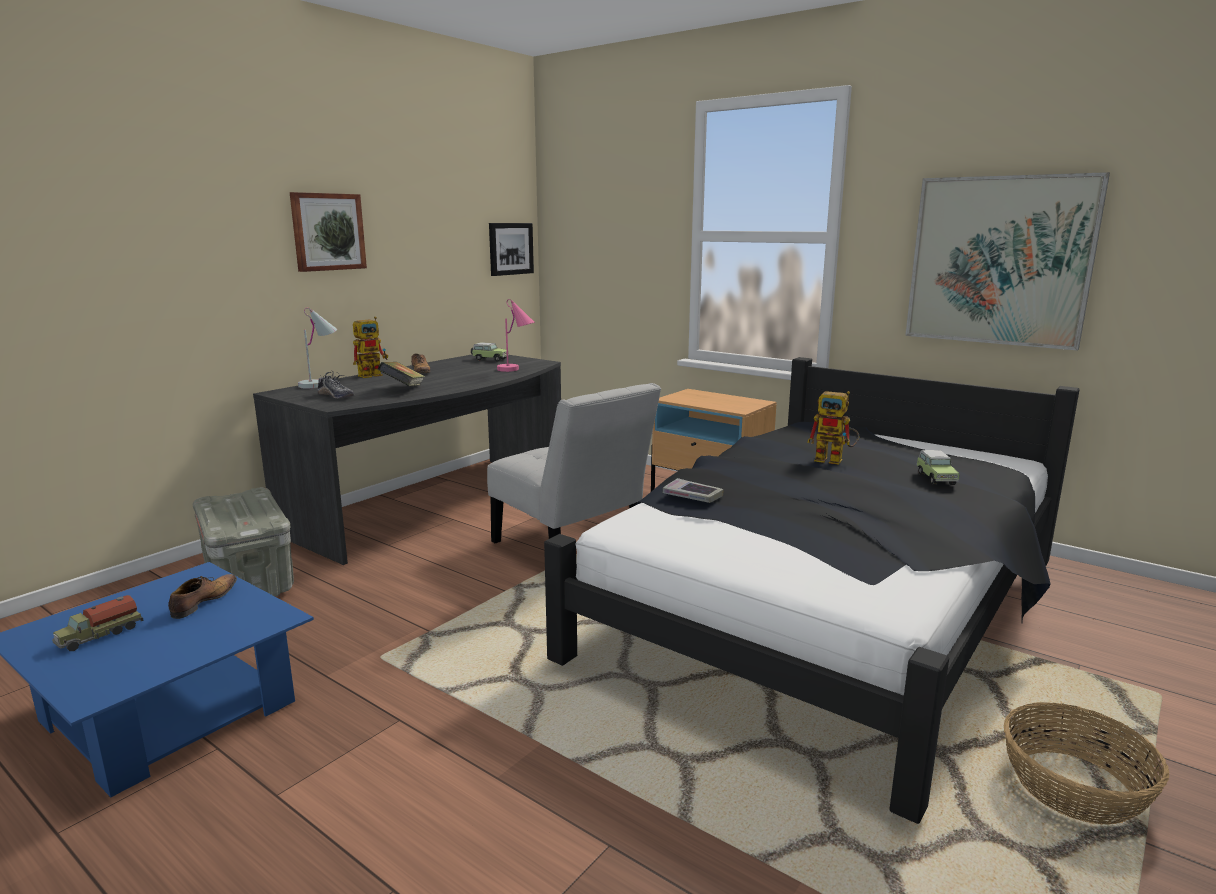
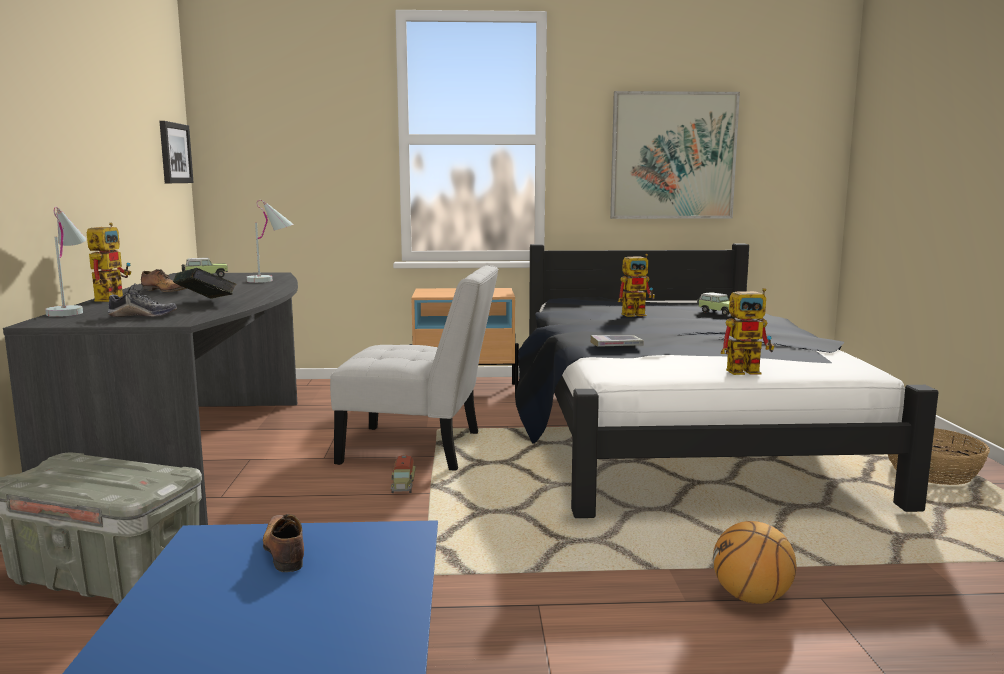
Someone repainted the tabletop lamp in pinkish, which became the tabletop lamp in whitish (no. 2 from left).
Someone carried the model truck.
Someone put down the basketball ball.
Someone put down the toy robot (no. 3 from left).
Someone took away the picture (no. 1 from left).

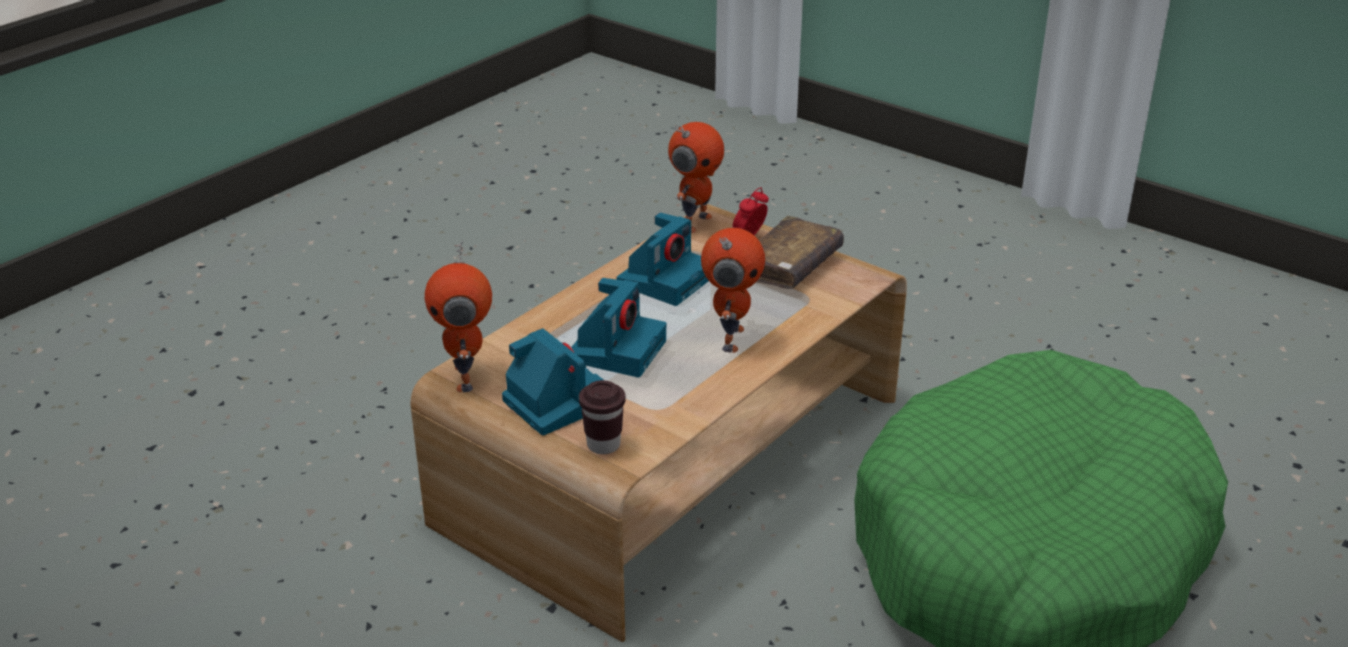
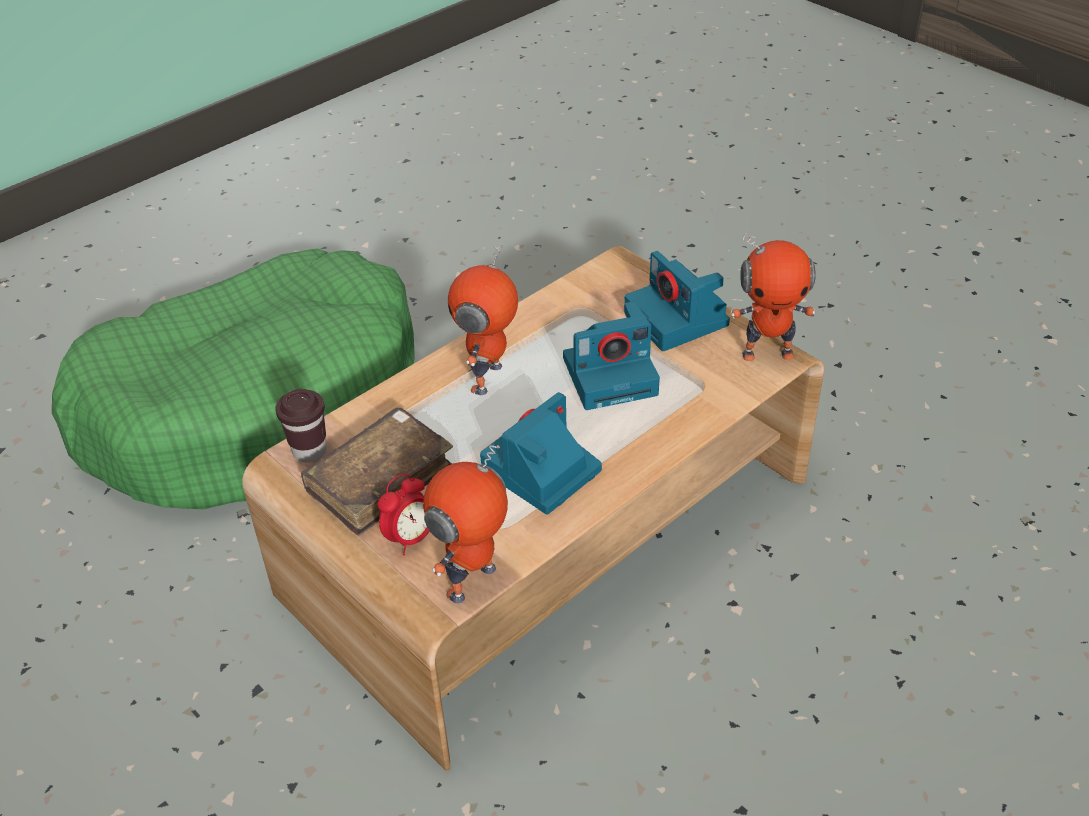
Someone carried the small cup in brownish.
Someone rotated the still camera (no. 2 from left) by 135 degrees counterclockwise.
Someone rotated the toy robot (no. 1 from left in the first image) by 90 degrees clockwise.

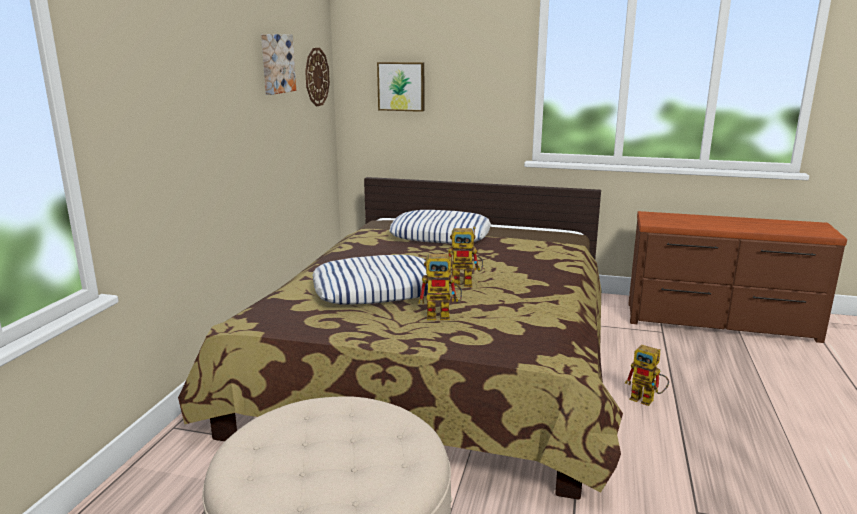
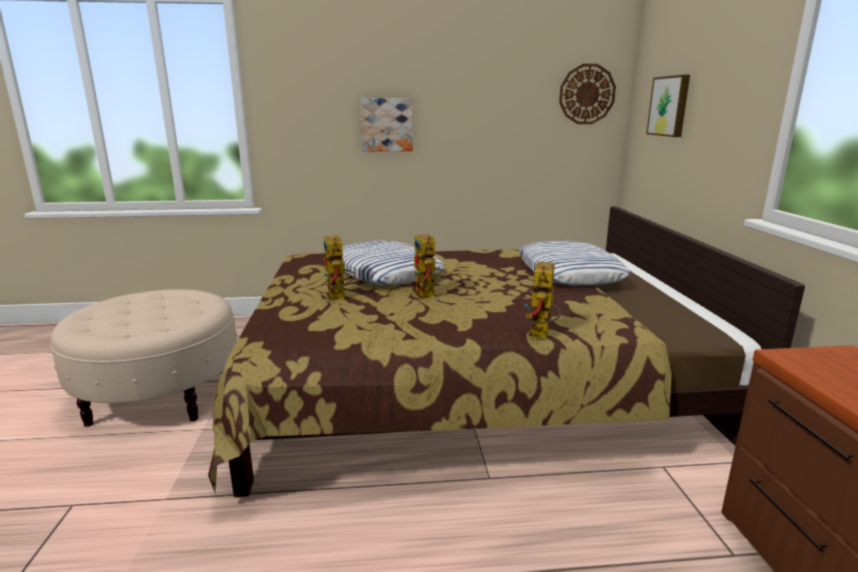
Someone carried the picture (no. 1 from left).
Someone carried the toy robot (no. 3 from left).

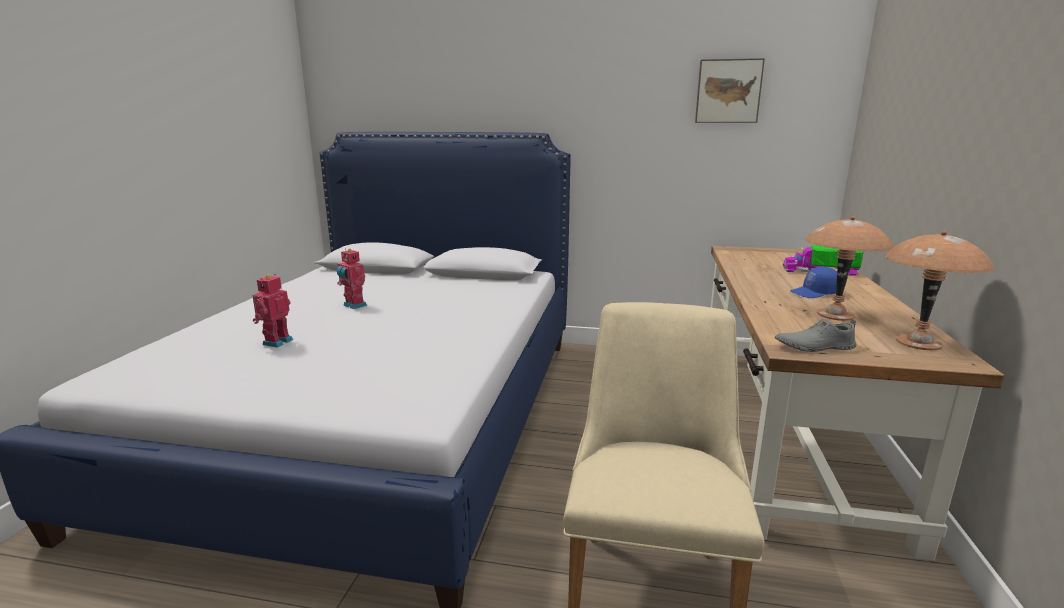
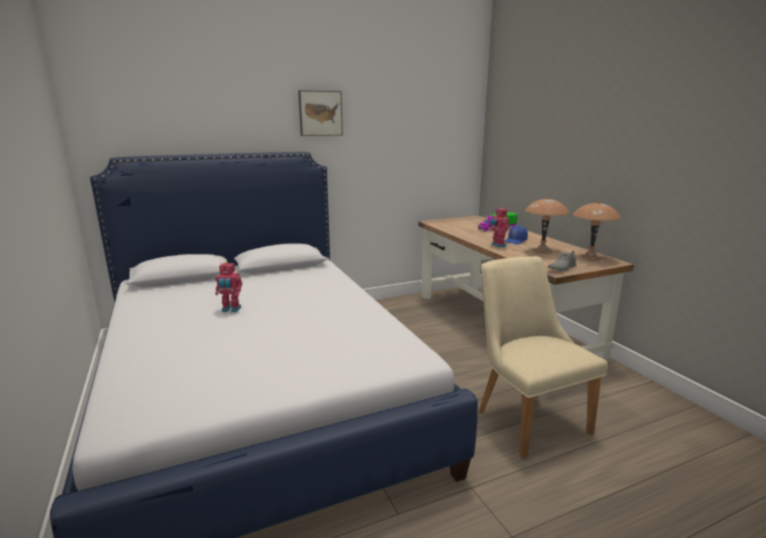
Someone carried the picture.
Someone carried the toy robot (no. 1 from left in the first image).

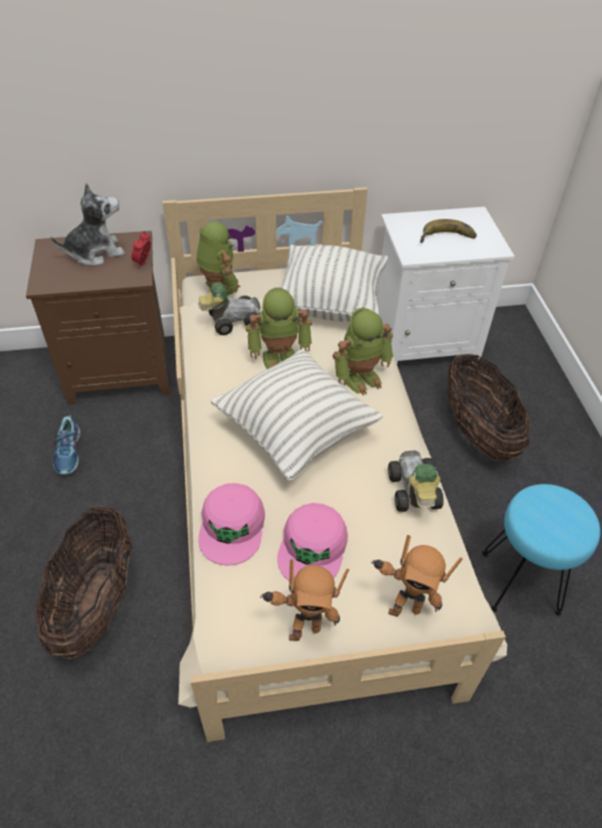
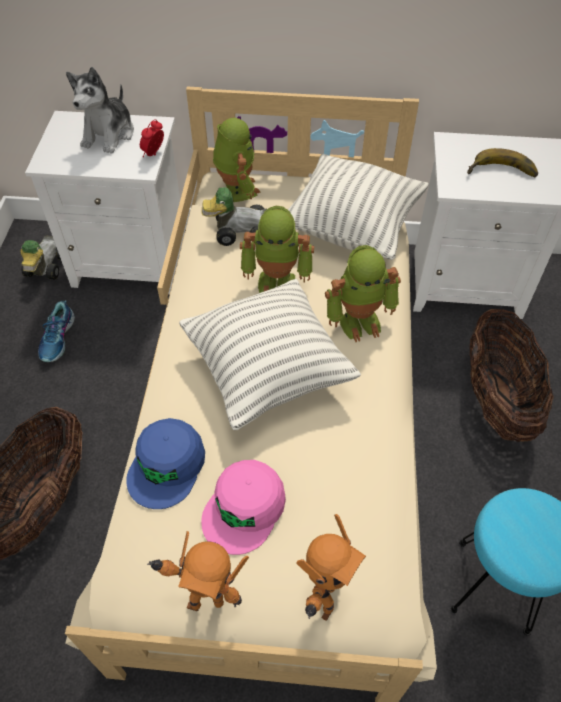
Someone carried the miniature car (no. 2 from left in the first image).
Someone repainted the nightstand in brownish, which became the nightstand in whitish (no. 1 from left).
Someone rotated the plush toy by 120 degrees clockwise.
Someone repainted the baseball cap in pinkish (no. 1 from left), which became the baseball cap in blue.
Someone rotated the toy robot (no. 5 from left in the first image) by 90 degrees counterclockwise.

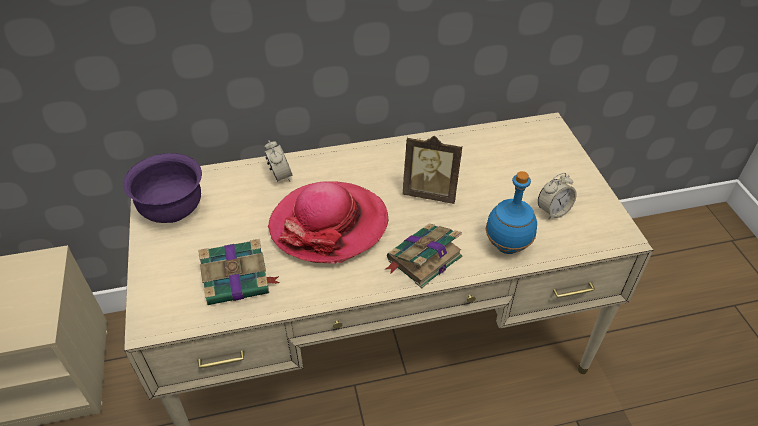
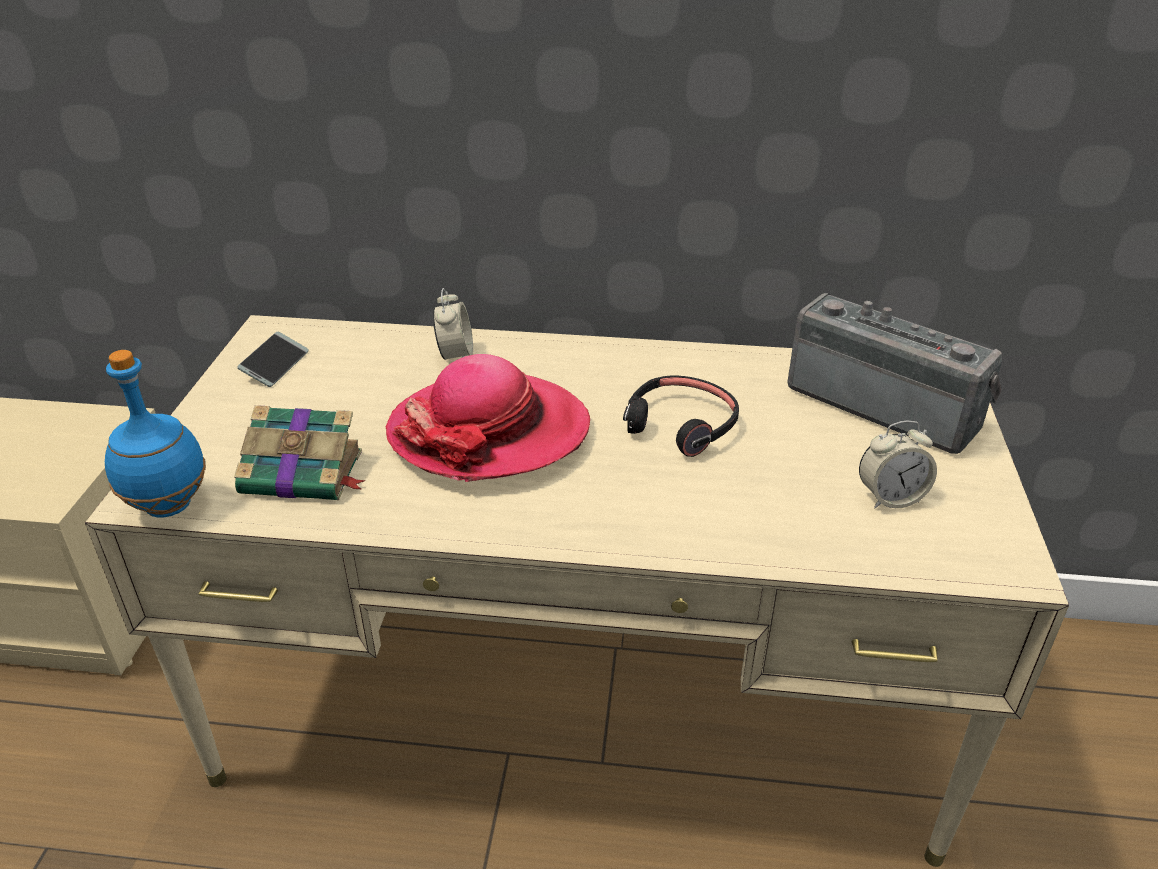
Someone carried the bottle in blue.
Someone swapped the bowl in purple for the telephone.
Someone swapped the photo frame for the headset in blackish.
Someone put down the radio receiver.
Someone took away the bound book (no. 2 from left).

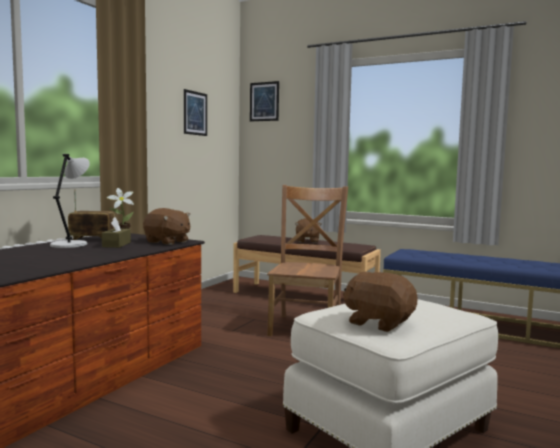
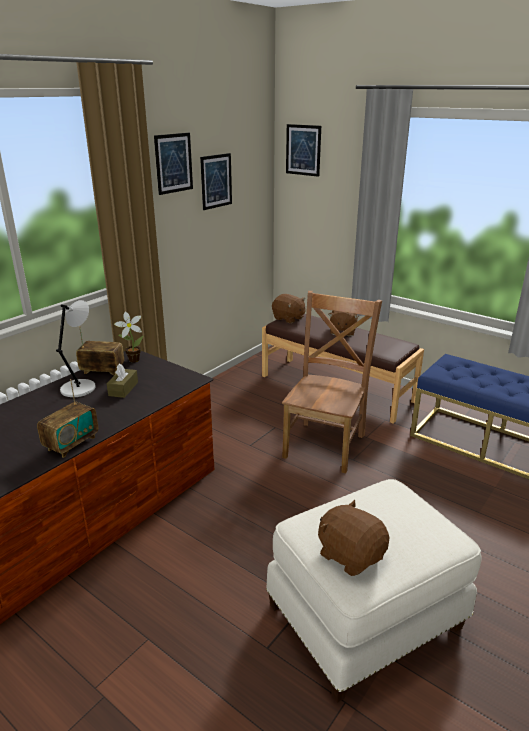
Someone put down the radio receiver (no. 1 from left).
Someone put up the picture (no. 1 from left).
Someone carried the plush toy in brownish (no. 1 from left).

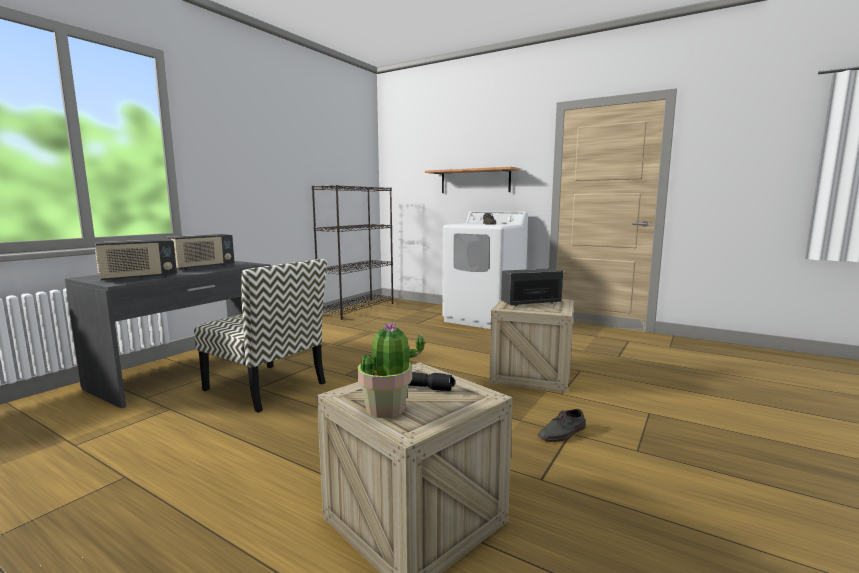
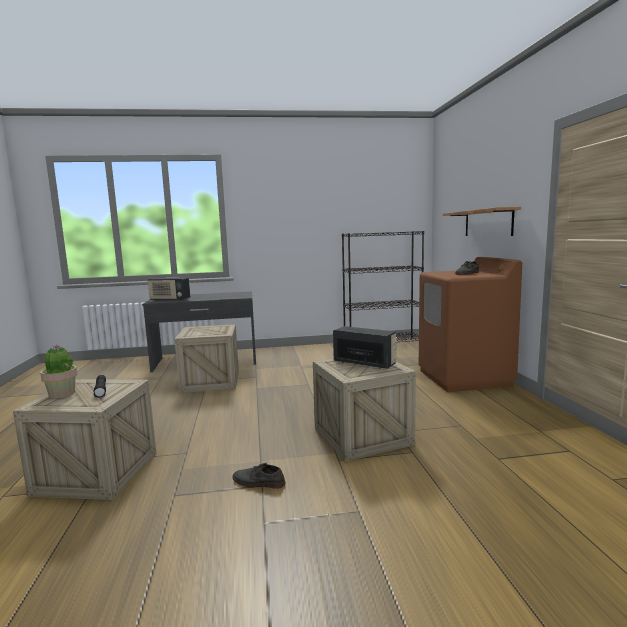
Someone swapped the chair for the crate (no. 2 from left).
Someone repainted the laundry appliance in whitish, which became the laundry appliance in brownish.
Someone took away the radio receiver (no. 2 from left).

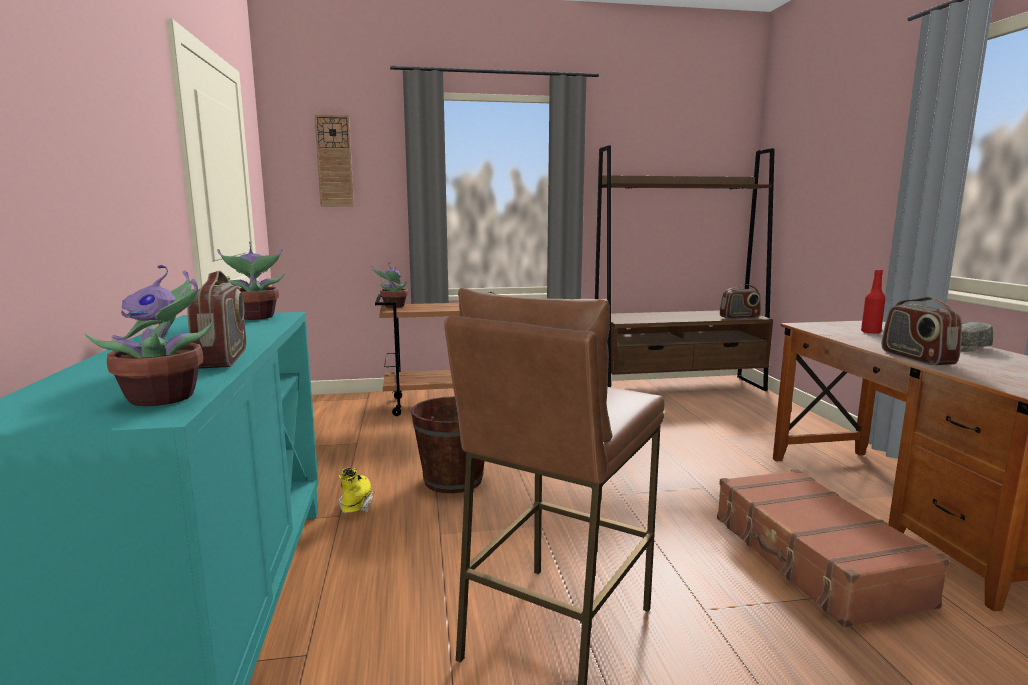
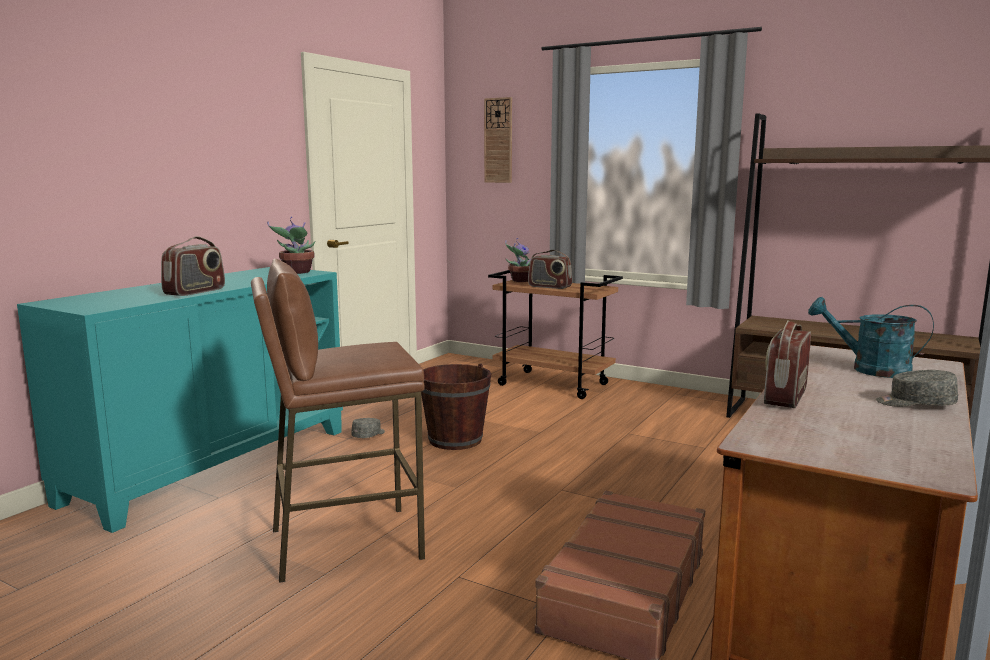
Someone swapped the boot in yellowish for the baseball cap in gray (no. 1 from left).
Someone carried the radio receiver (no. 2 from left).
Someone swapped the bottle in red-coloured for the watering can in blue-green.
Someone took away the plant in a pot (no. 1 from left).

